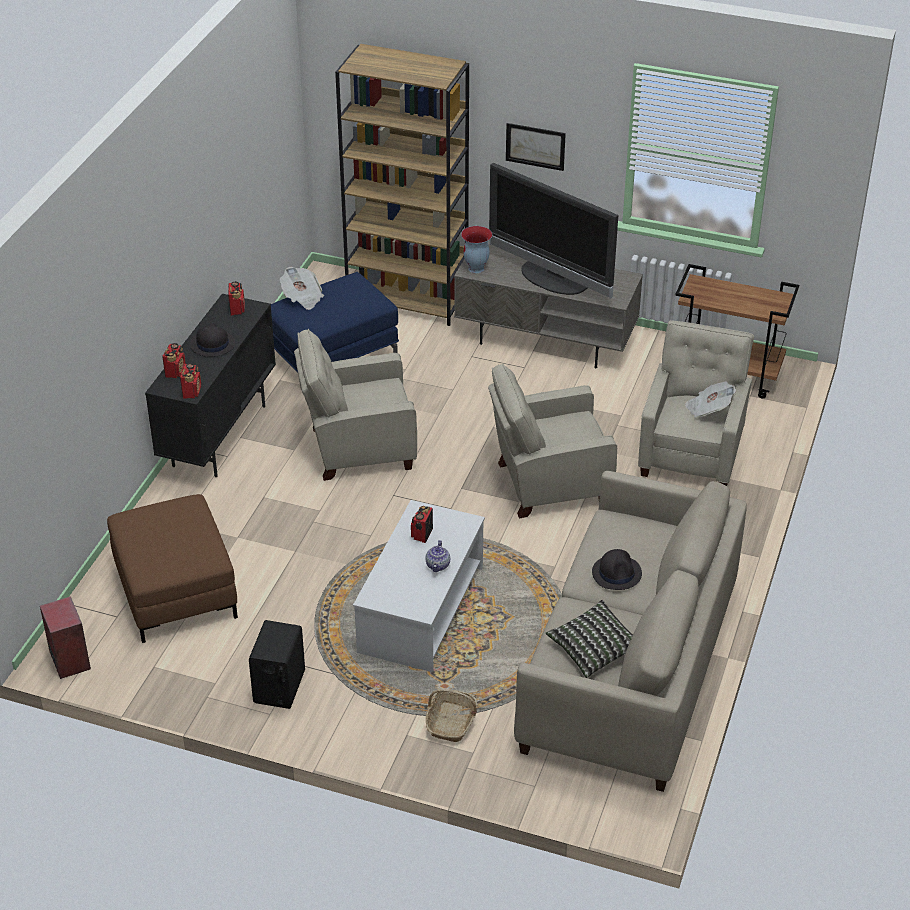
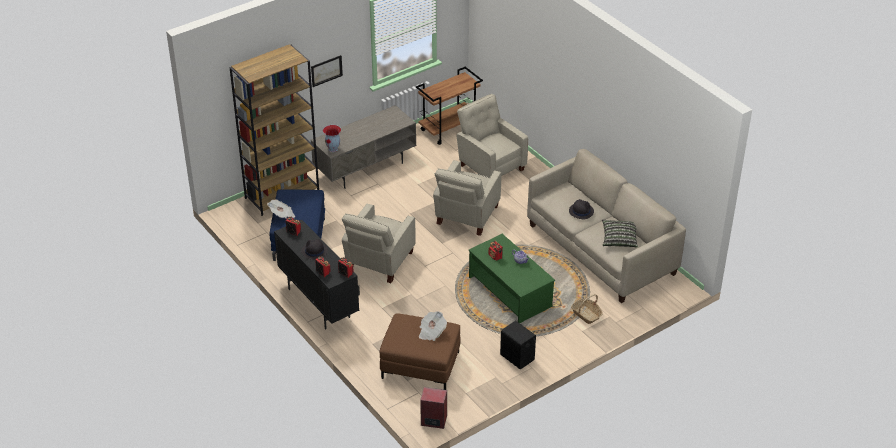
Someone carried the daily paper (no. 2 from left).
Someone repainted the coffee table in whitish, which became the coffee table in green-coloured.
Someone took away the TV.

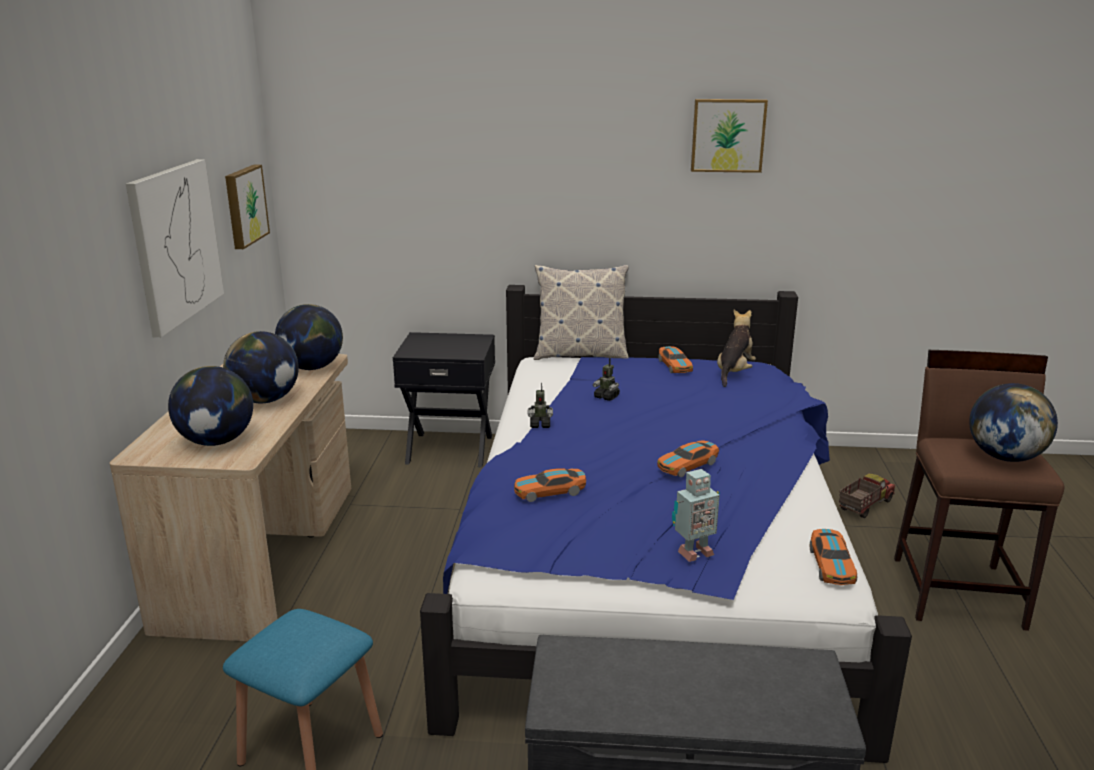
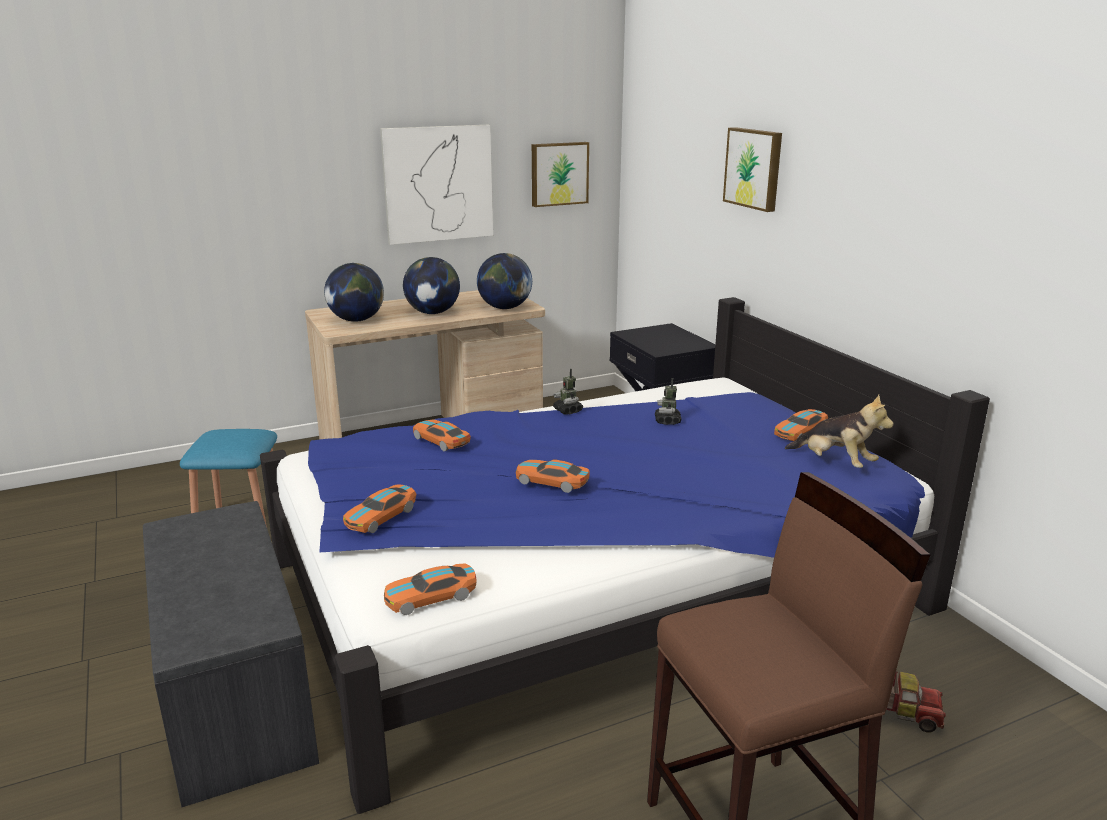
Someone swapped the toy robot (no. 3 from left) for the miniature car (no. 1 from left).
Someone carried the picture (no. 3 from left).
Someone rotated the plush toy by 45 degrees clockwise.
Someone took away the cushion.
Someone took away the globe (no. 4 from left).

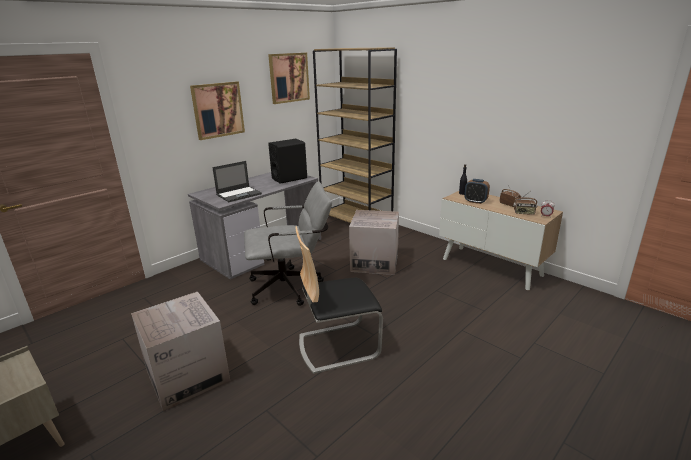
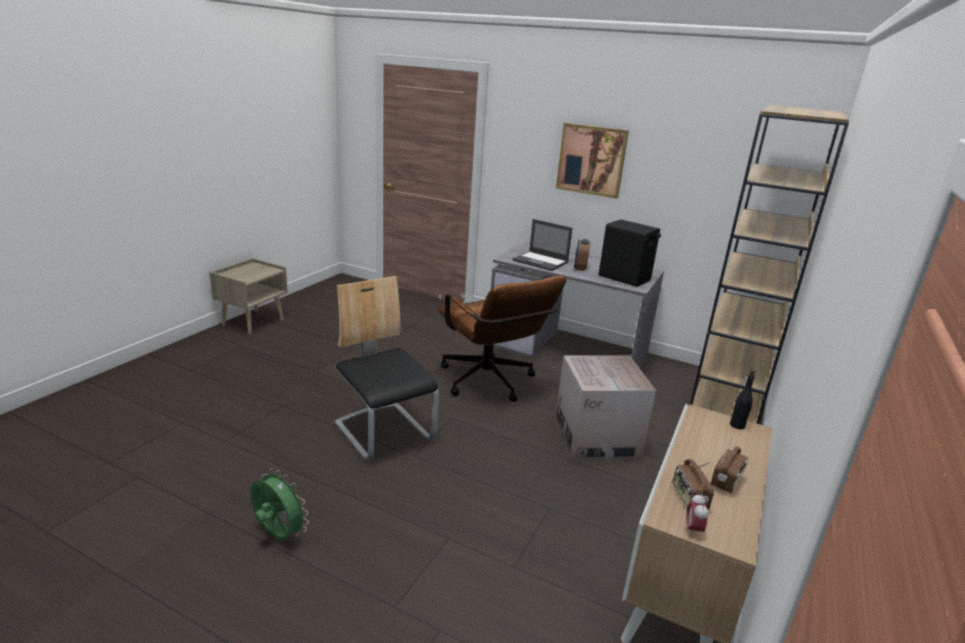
Someone put down the fan in green-coloured.
Someone repainted the computer chair in gray, which became the computer chair in brownish.
Someone carried the bedside clock (no. 1 from left).
Someone took away the packing box (no. 1 from left).
Someone took away the picture (no. 2 from left).

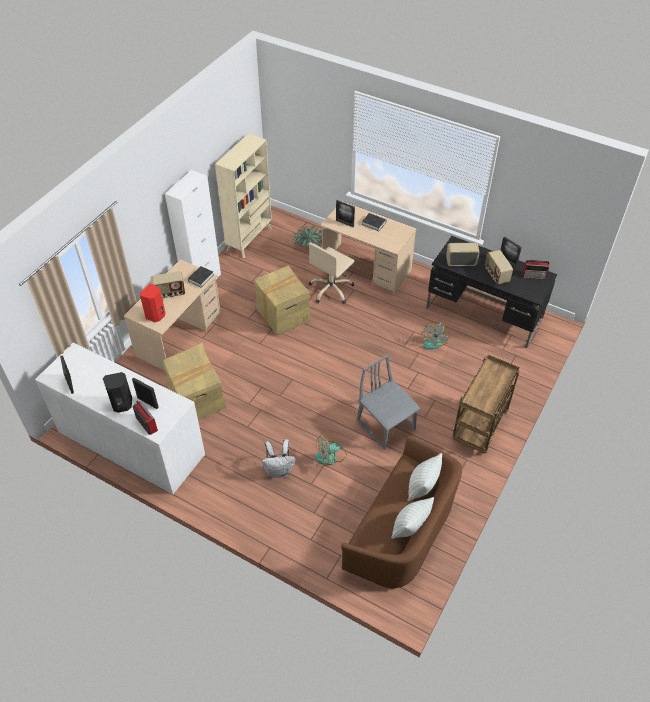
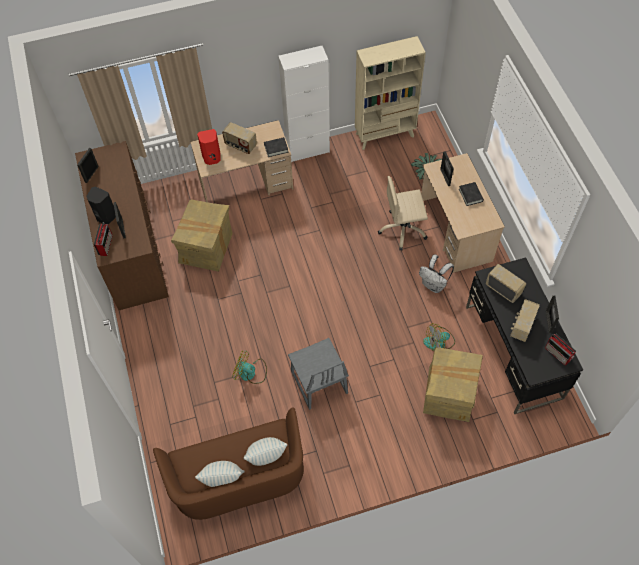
Someone repainted the chest of drawers in whitish, which became the chest of drawers in brownish.
Someone rotated the chair in gray by 150 degrees clockwise.
Someone carried the backpack in whitish.
Someone carried the packing box (no. 2 from left).
Someone took away the cart in brownish.

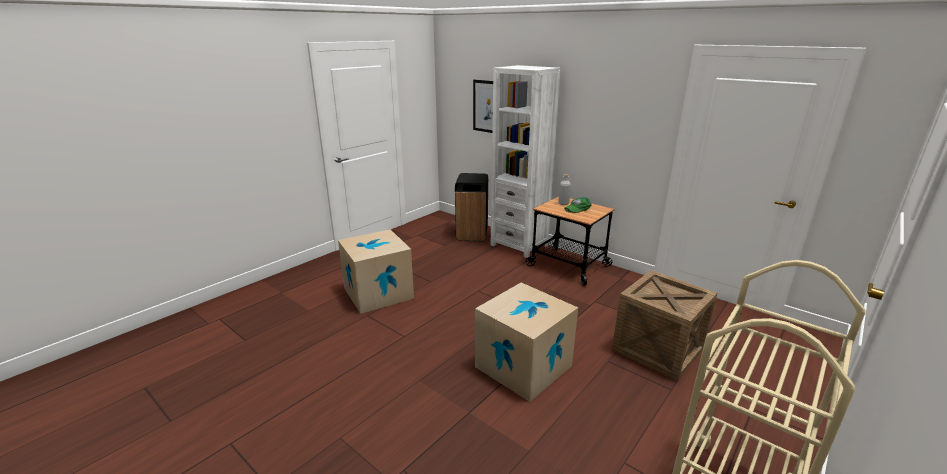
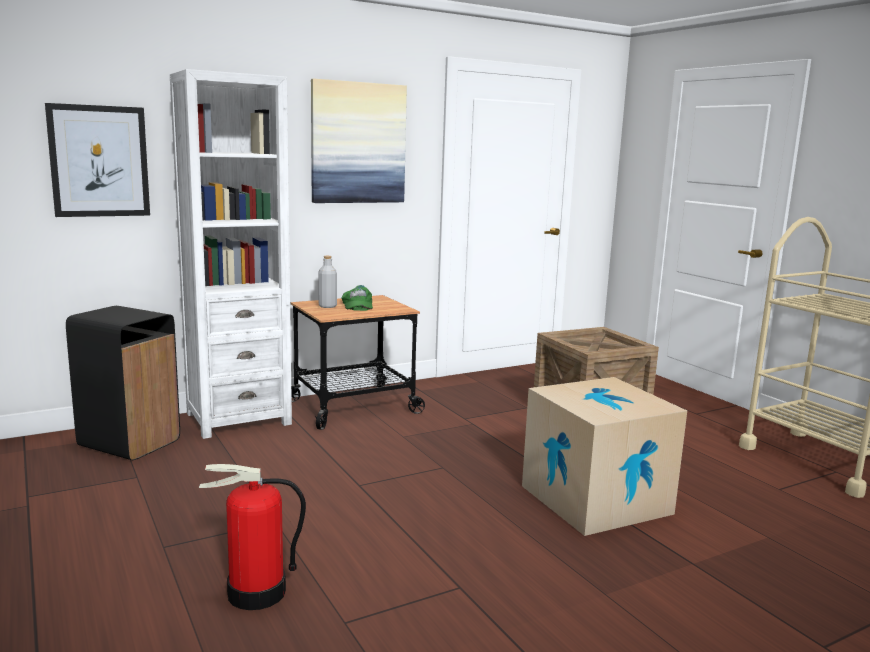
Someone swapped the packing box (no. 1 from left) for the extinguisher.
Someone put up the picture (no. 2 from left).

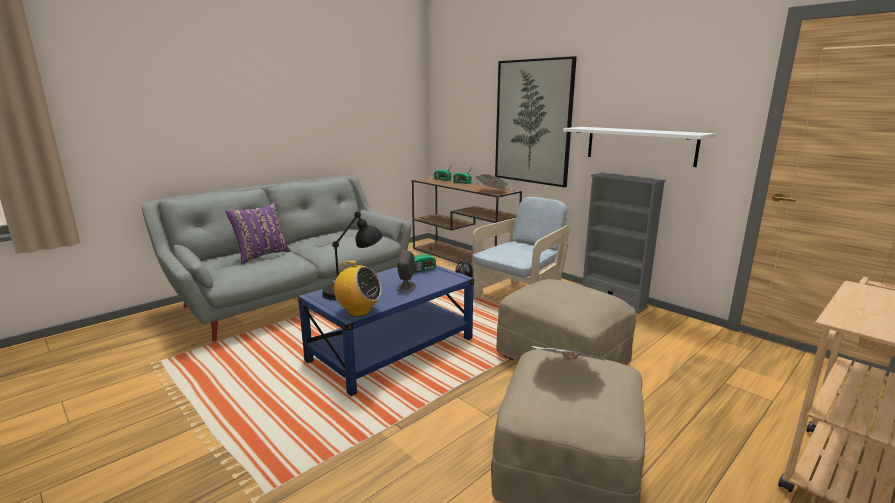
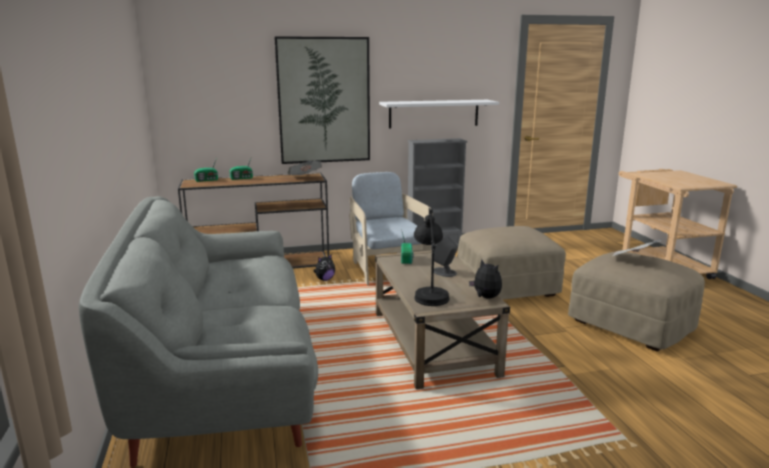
Someone repainted the coffee table in blue, which became the coffee table in beige.
Someone swapped the radio receiver (no. 1 from left) for the plush toy (no. 2 from left).
Someone took away the cushion in purple.

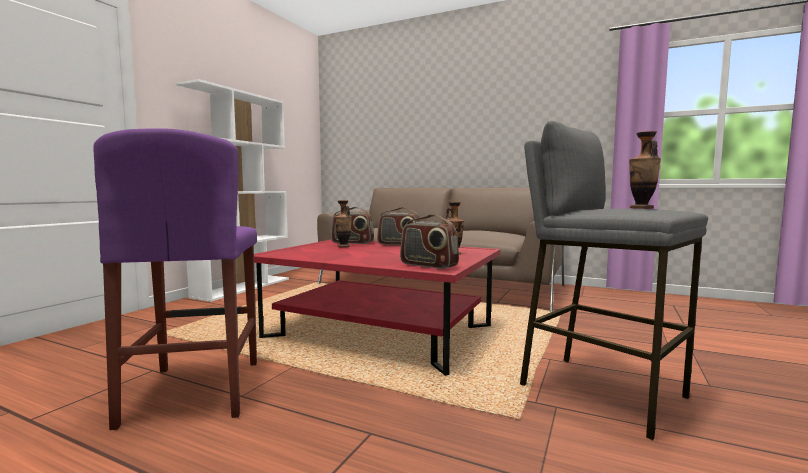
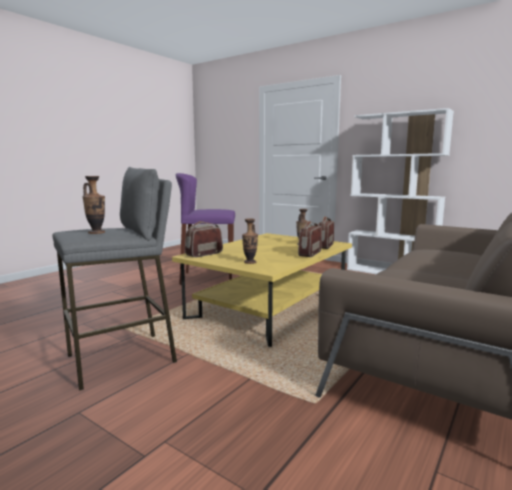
Someone repainted the coffee table in red-coloured, which became the coffee table in yellowish.

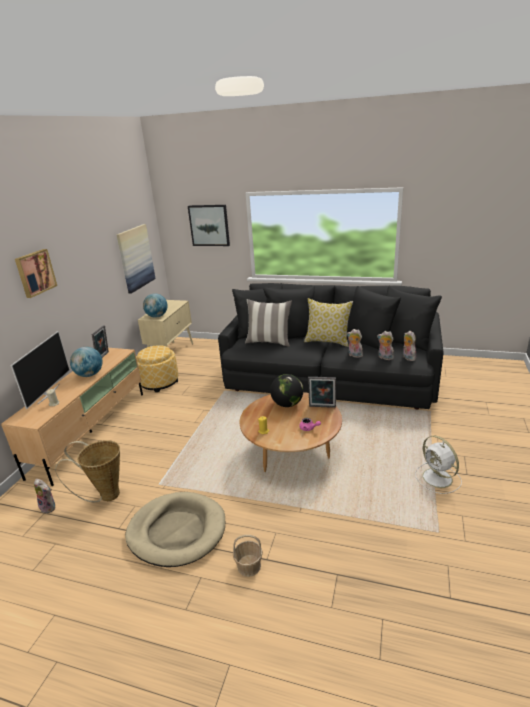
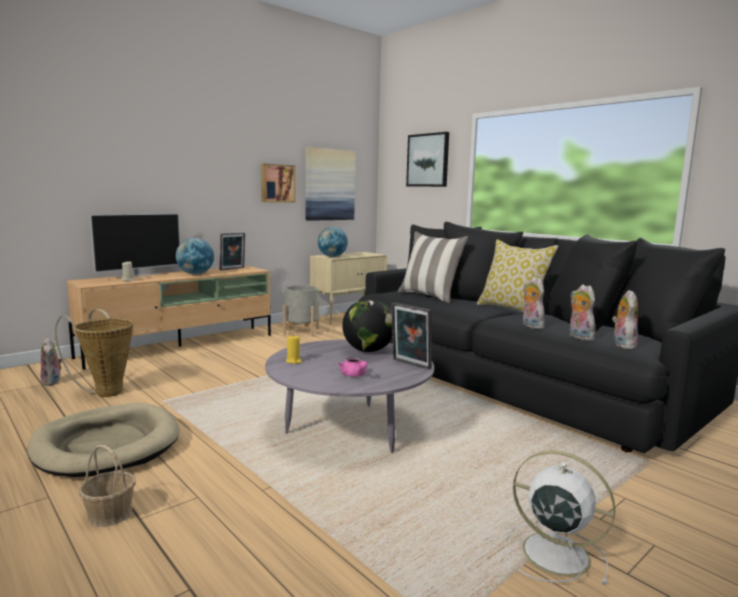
Someone carried the picture (no. 1 from left).
Someone repainted the coffee table in brownish, which became the coffee table in gray.
Someone swapped the pouffe for the plant pot in gray.
Someone rotated the fan in whitish by 120 degrees clockwise.

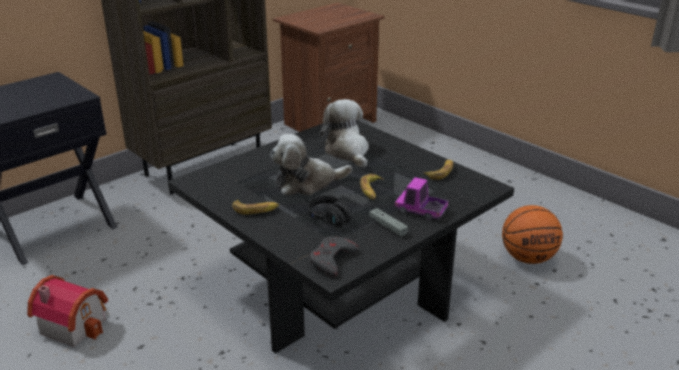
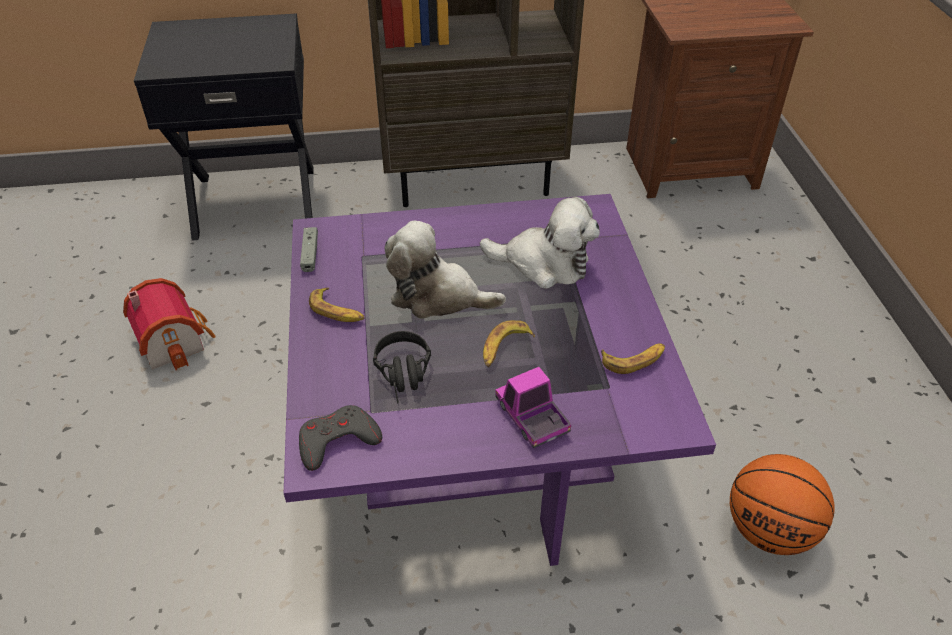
Someone repainted the coffee table in blackish, which became the coffee table in purple.
Someone carried the gamepad in gray (no. 2 from left in the first image).
Someone rotated the plush toy (no. 2 from left) by 90 degrees clockwise.

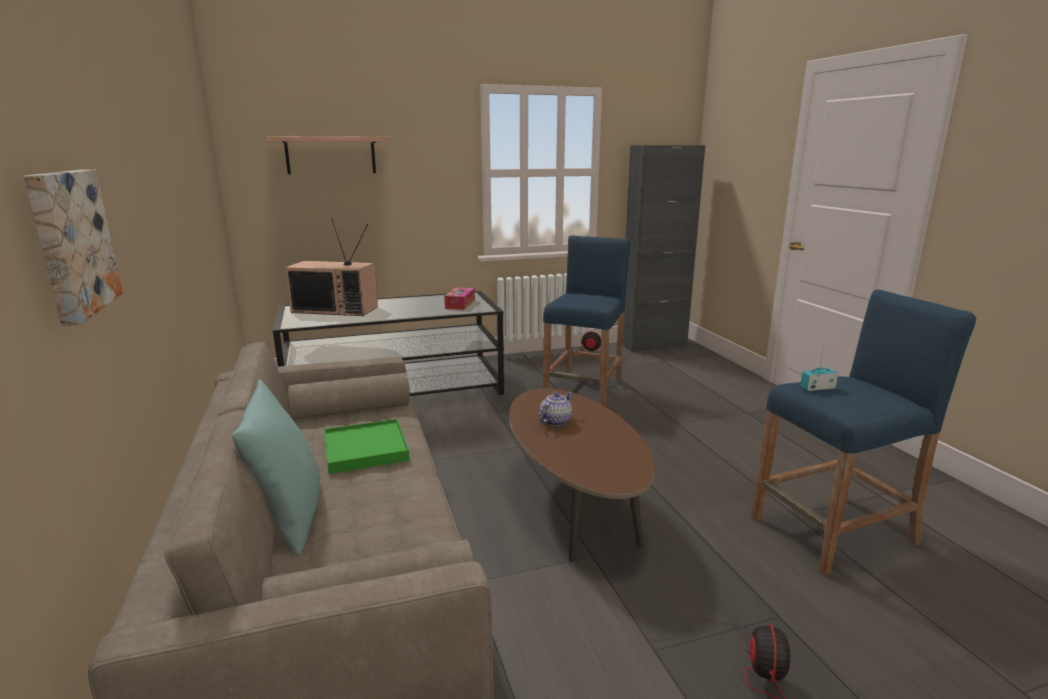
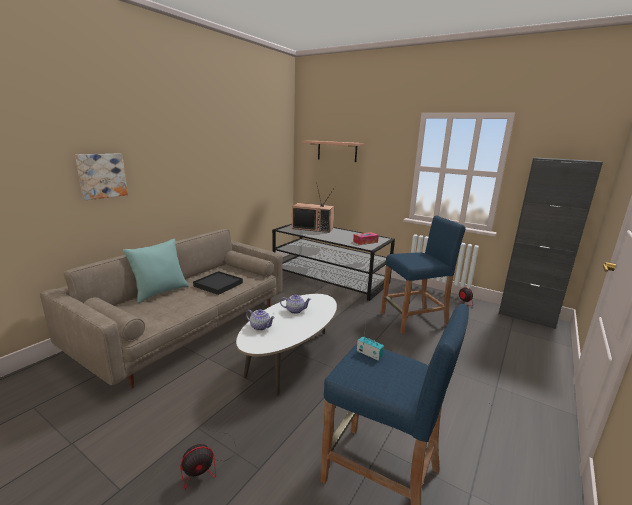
Someone repainted the carrying tray in green-coloured, which became the carrying tray in blackish.
Someone repainted the coffee table in brownish, which became the coffee table in whitish.
Someone put down the teapot (no. 1 from left).
Someone rotated the TV by 45 degrees counterclockwise.

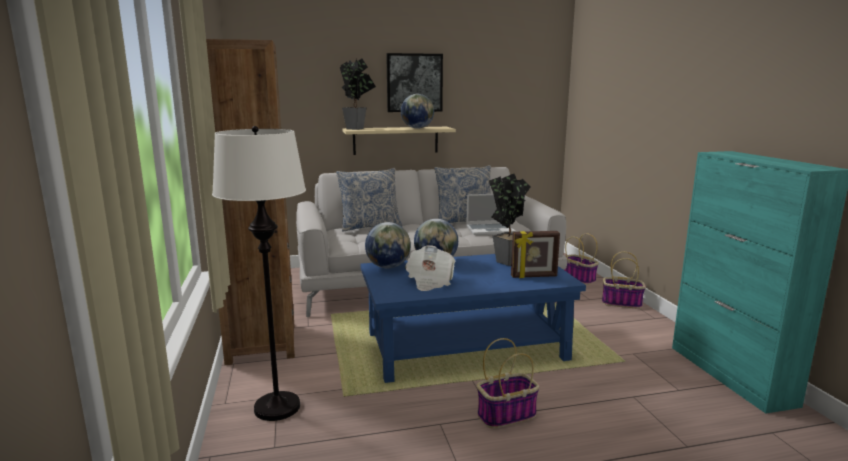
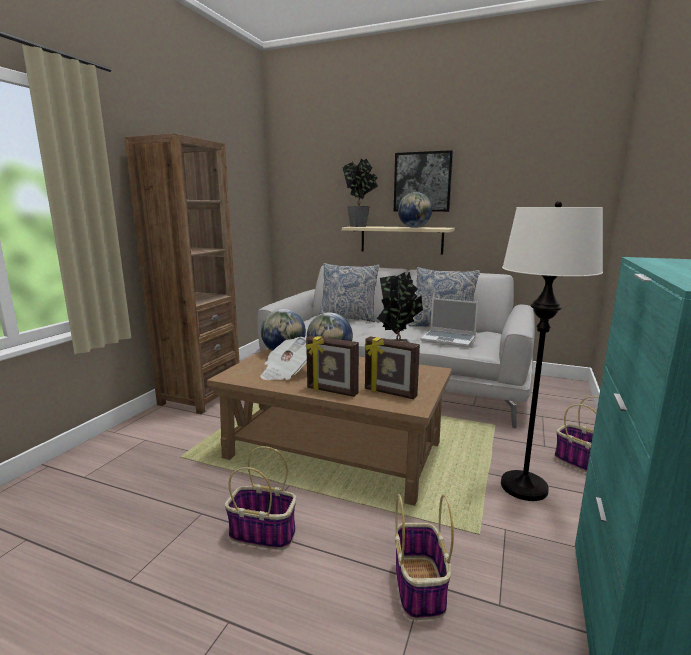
Someone repainted the coffee table in blue, which became the coffee table in brownish.
Someone put down the photo frame (no. 1 from left).
Someone carried the household basket (no. 2 from left).
Someone carried the standing lamp in whitish.

